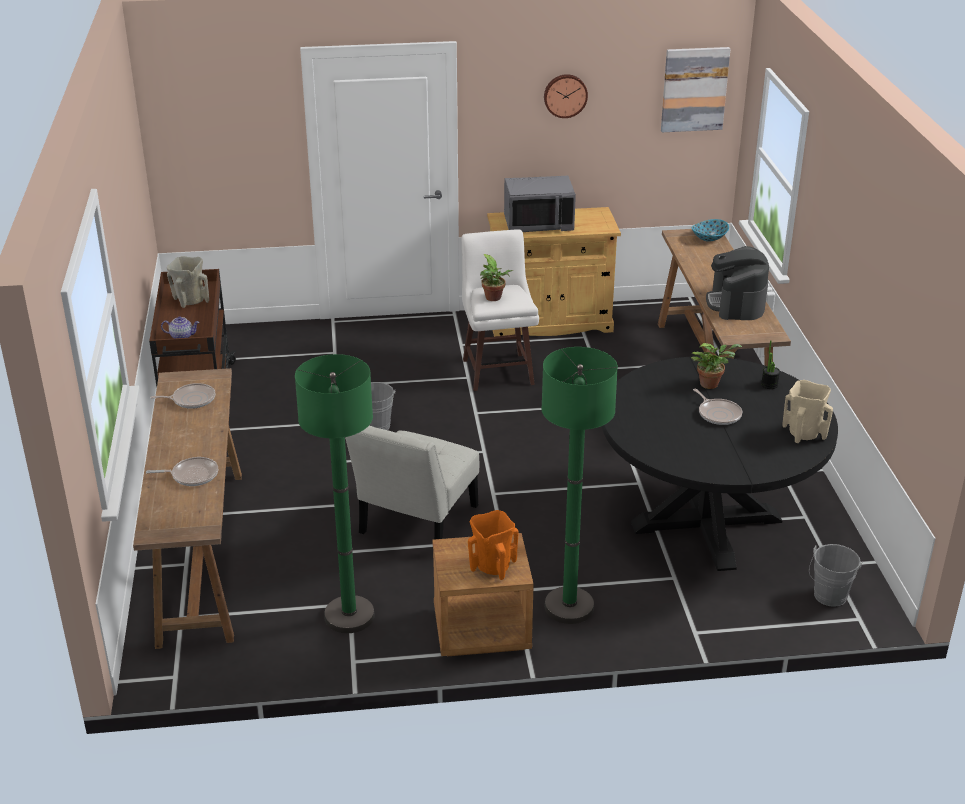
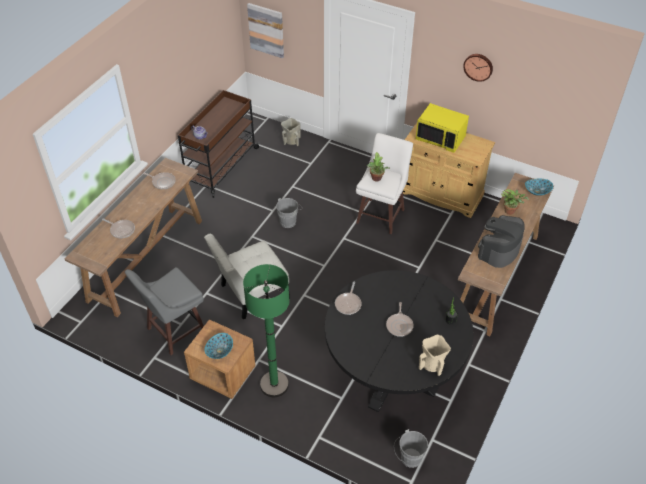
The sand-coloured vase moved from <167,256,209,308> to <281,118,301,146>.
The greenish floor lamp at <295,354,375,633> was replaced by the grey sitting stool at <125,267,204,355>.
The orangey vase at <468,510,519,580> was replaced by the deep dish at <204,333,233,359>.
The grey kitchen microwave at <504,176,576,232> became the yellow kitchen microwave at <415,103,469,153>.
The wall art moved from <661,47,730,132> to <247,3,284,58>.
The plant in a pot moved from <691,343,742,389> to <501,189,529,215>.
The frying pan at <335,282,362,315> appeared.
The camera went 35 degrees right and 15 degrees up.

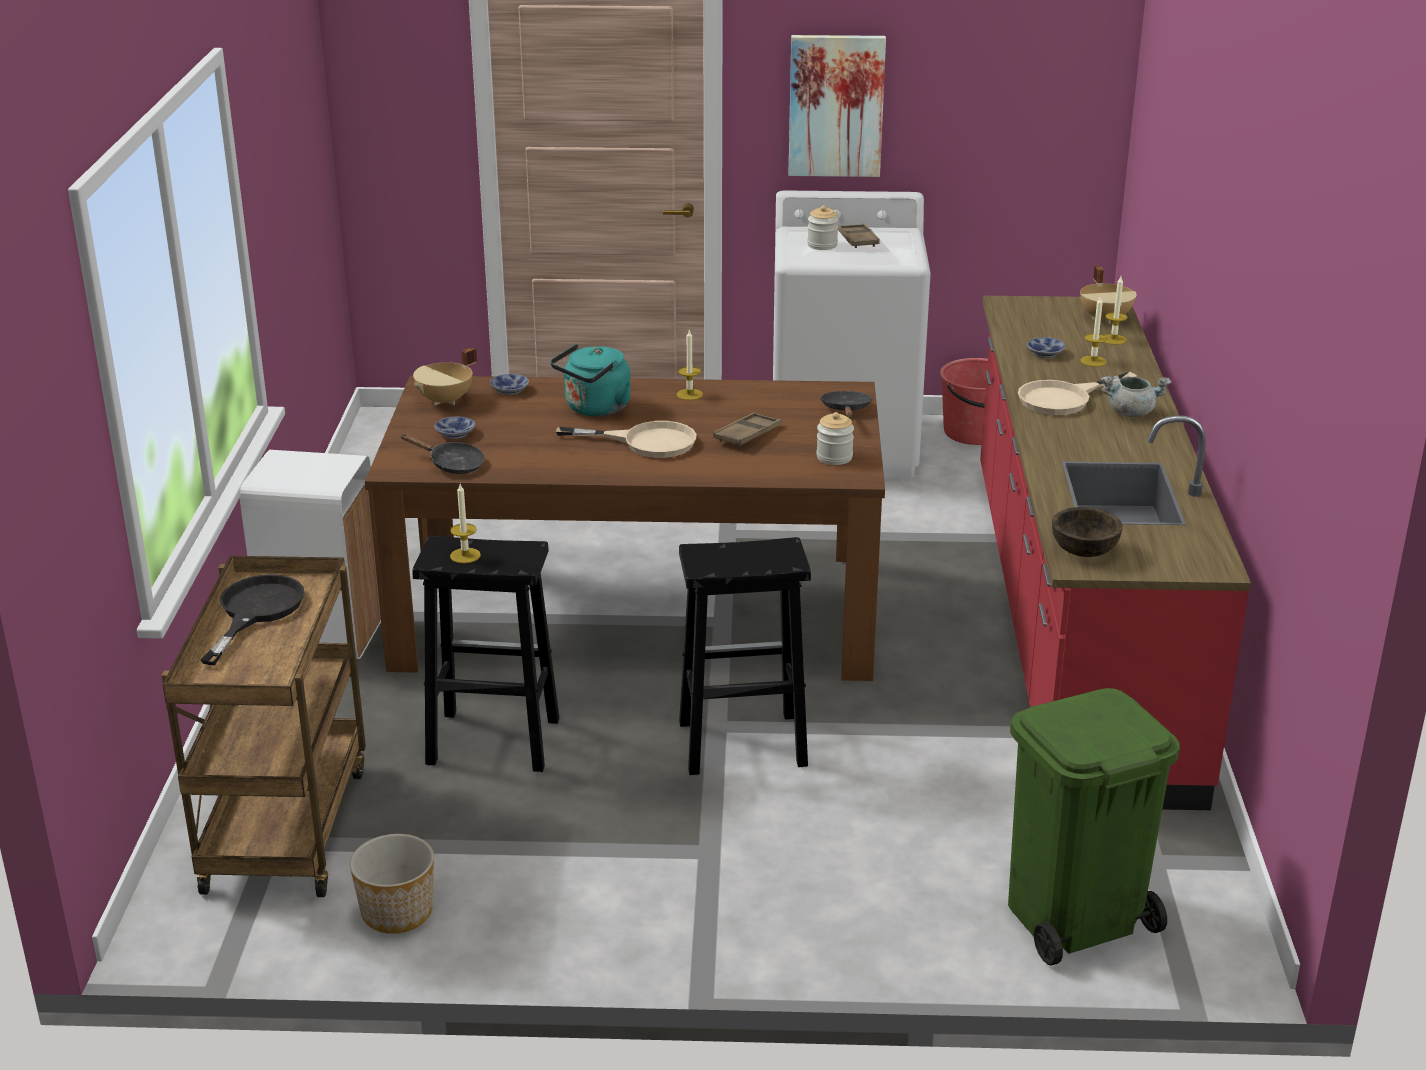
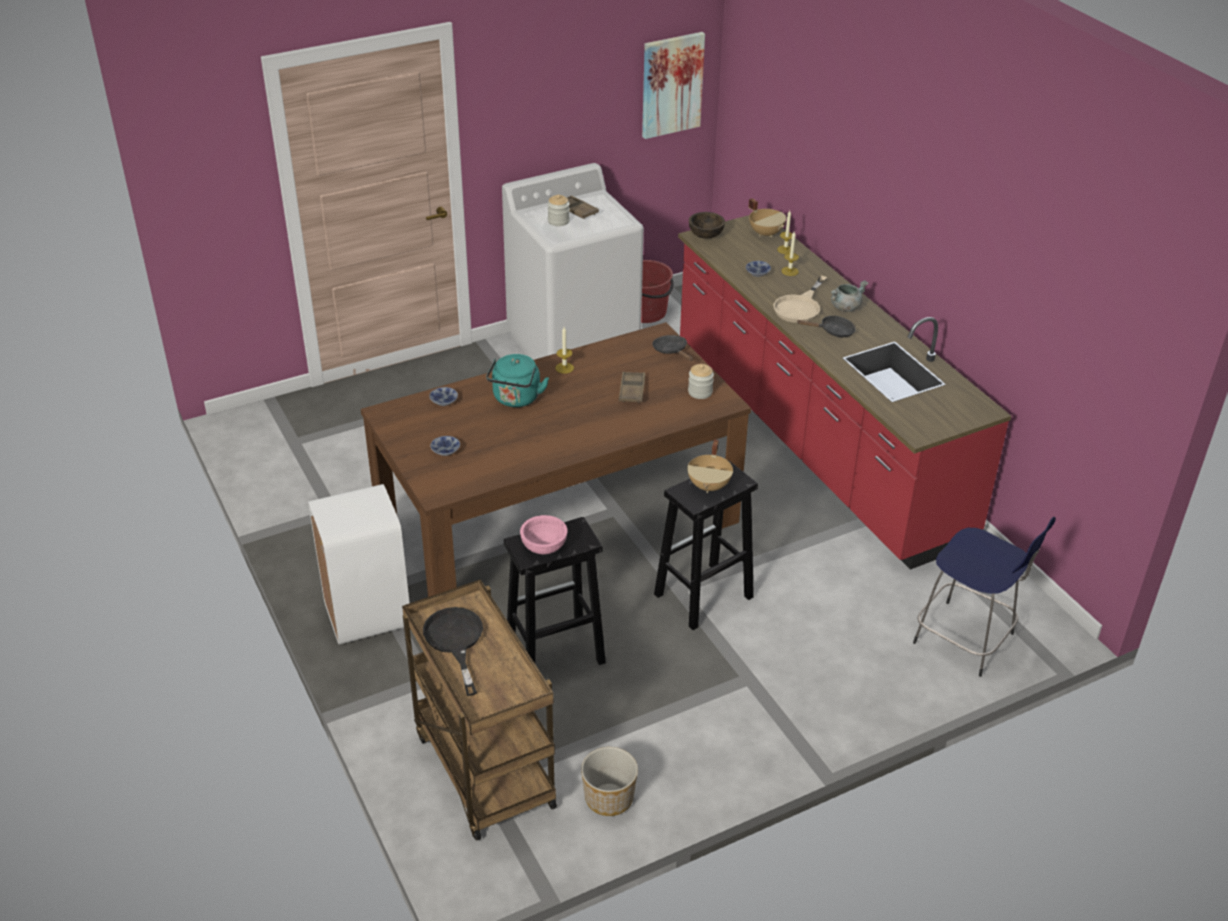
The black-coloured frying pan moved from <400,434,485,474> to <797,315,856,337>.
The sand-coloured saucepot moved from <413,347,477,405> to <687,439,733,493>.
The wax light at <450,484,481,563> was replaced by the pink-coloured deep dish at <520,515,567,554>.
The sand-coloured frying pan at <556,421,696,458> disappeared.
The wall art moved from <789,35,886,177> to <642,32,705,139>.
The greenish trash can at <1008,688,1180,966> was replaced by the bluish sitting stool at <913,517,1056,677>.
The brown deep dish moved from <1052,507,1123,557> to <689,212,725,239>.
The camera went 30 degrees left and 10 degrees up.

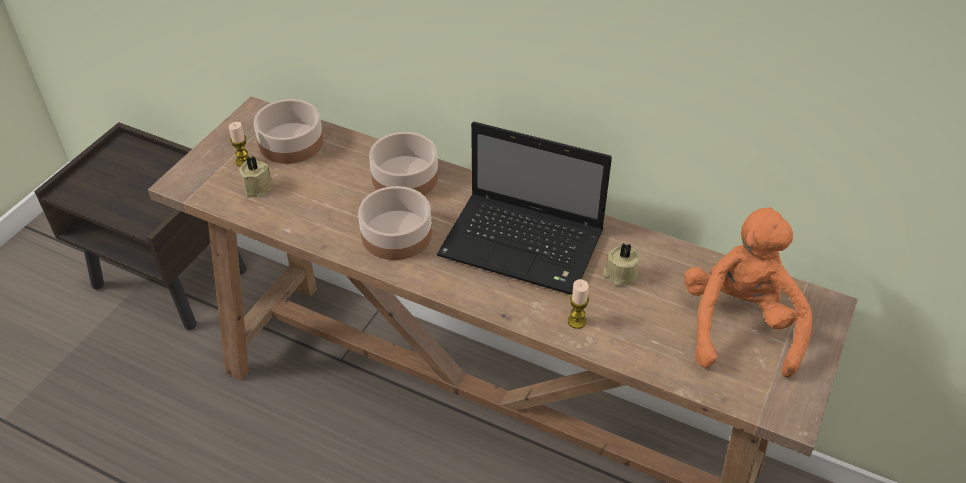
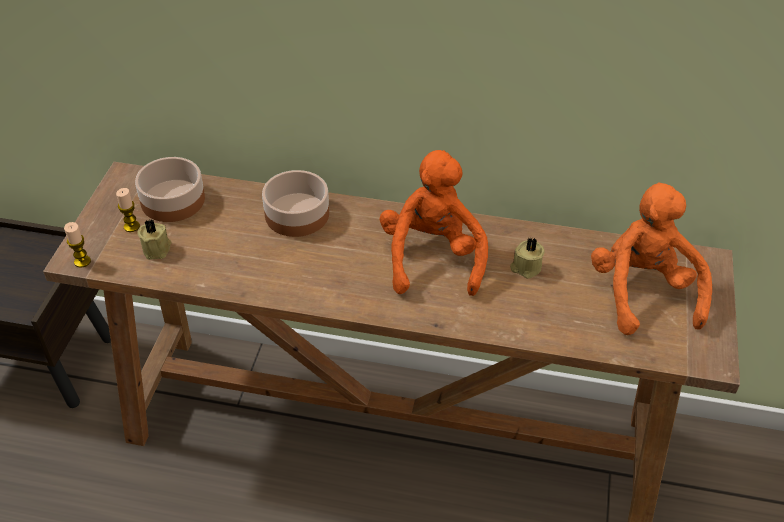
The deep dish at <358,186,432,260> disappeared.
The portable computer at <437,122,612,295> was replaced by the orangey plush toy at <380,150,488,296>.
The wax light moved from <568,279,589,329> to <64,222,91,268>.
The camera went 15 degrees left and 0 degrees up.

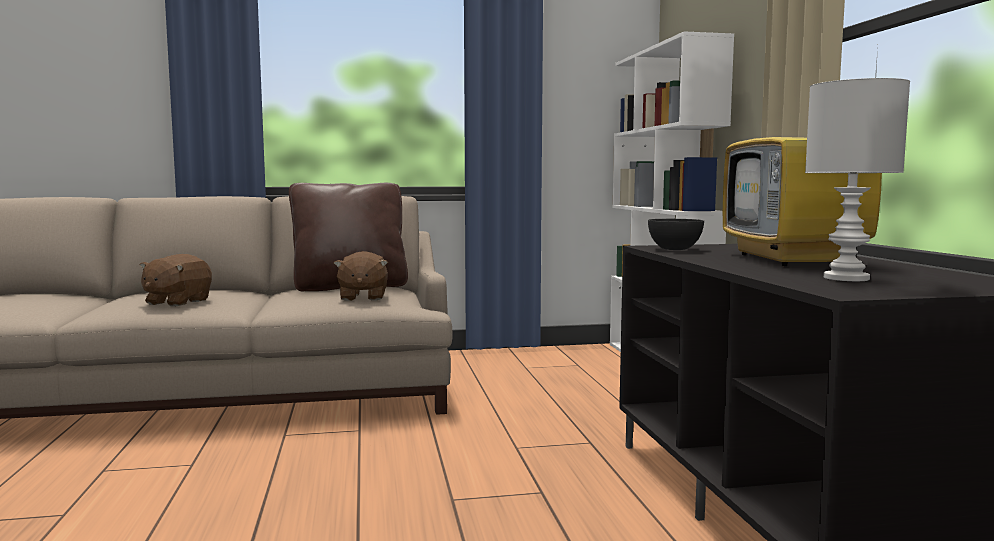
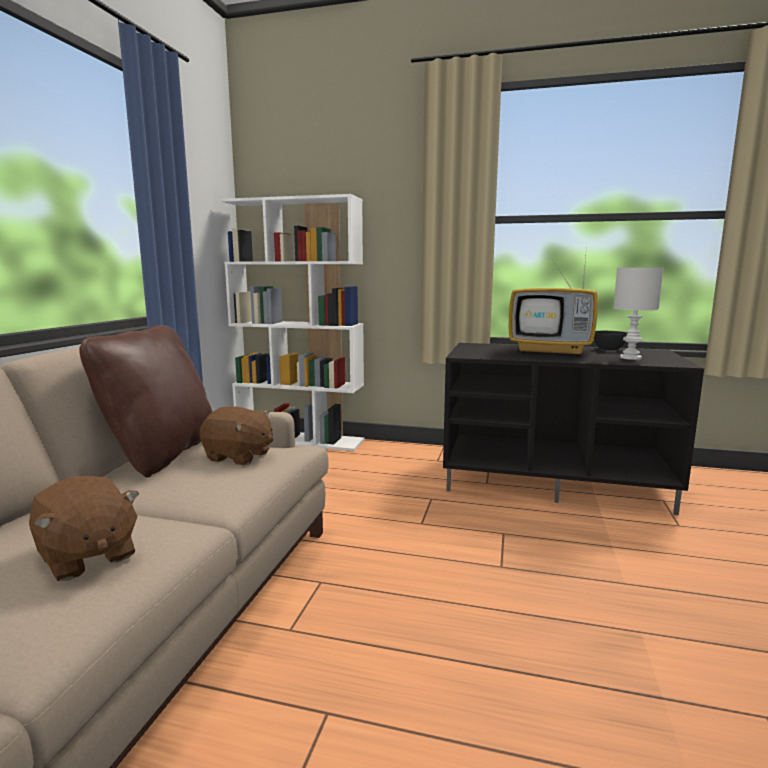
The grey deep dish moved from <648,219,704,250> to <594,331,627,351>.
The camera went 65 degrees left and 5 degrees up.

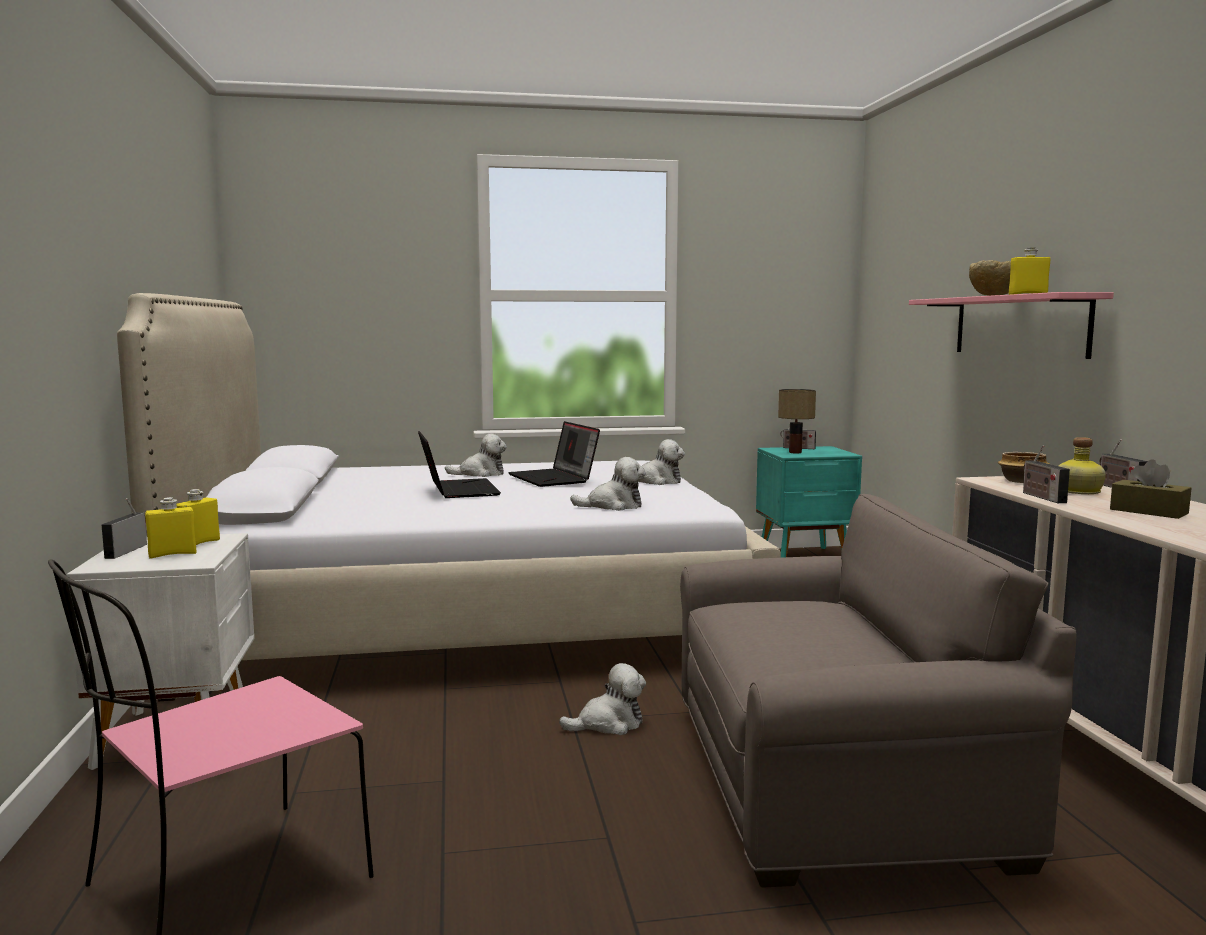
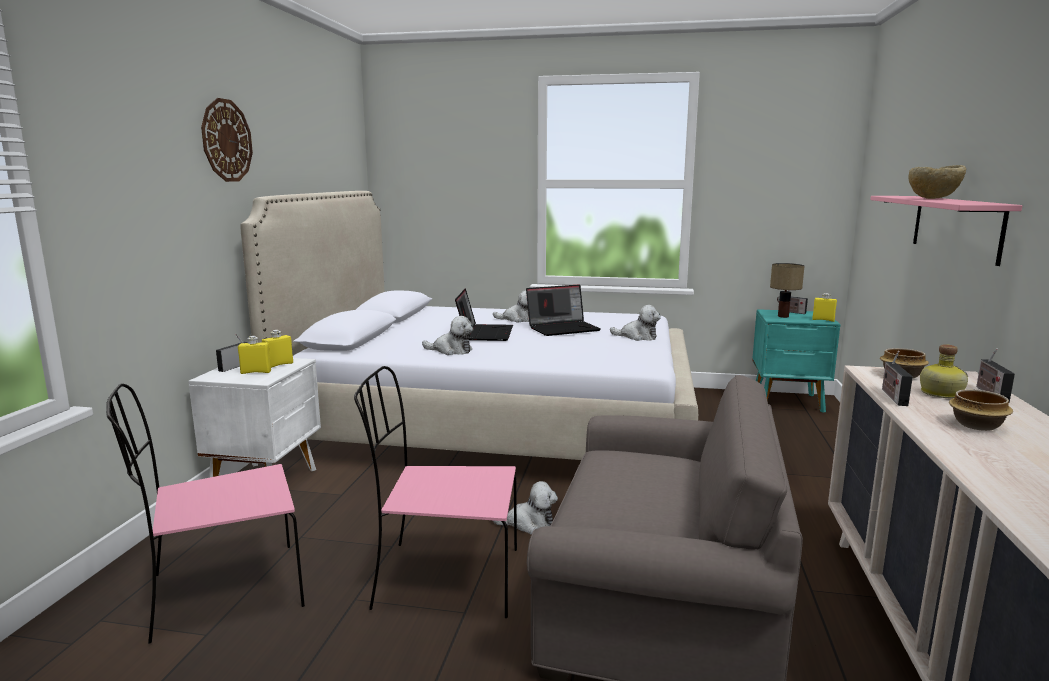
The portable computer at <508,421,600,487> turned 105 degrees counterclockwise.
The plush toy moved from <570,457,646,511> to <422,316,473,355>.
The yellow drink bottle moved from <1009,247,1050,295> to <812,293,837,322>.
The brown tissue box at <1110,459,1191,519> was replaced by the deep dish at <949,389,1013,431>.
The clock on the wall at <201,98,253,182> appeared.
The pink-coloured chair at <354,366,517,618> appeared.
The camera went 20 degrees right and 5 degrees up.

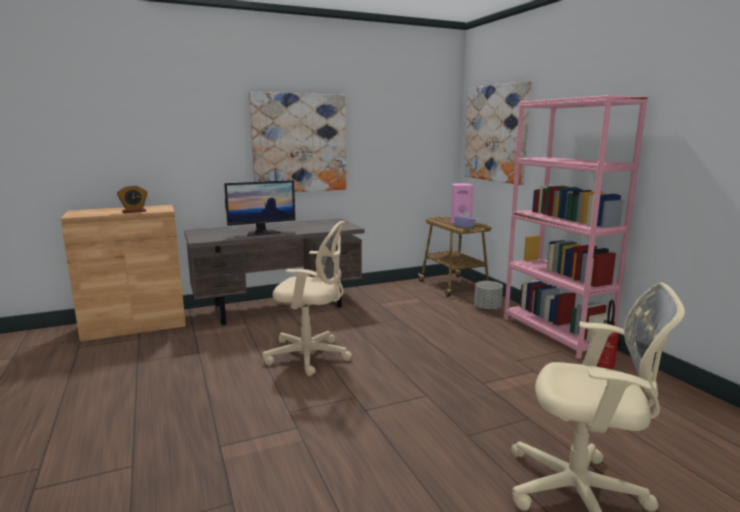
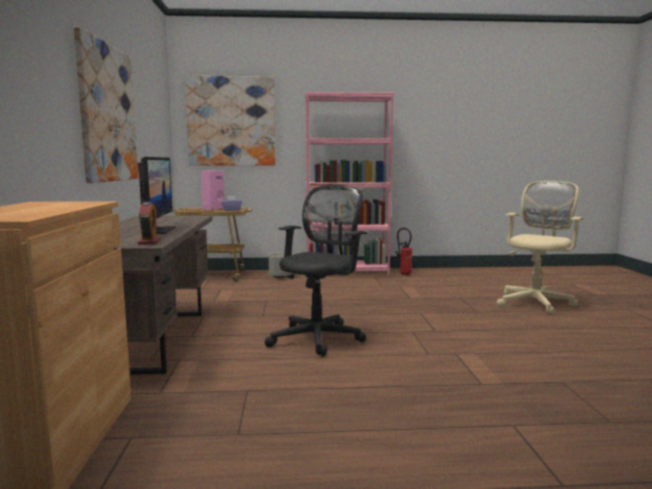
The bedside clock moved from <117,185,147,213> to <138,202,161,245>.
The sand-coloured office chair at <263,221,352,376> became the black-coloured office chair at <265,185,368,356>.
The camera went 70 degrees left and 5 degrees down.

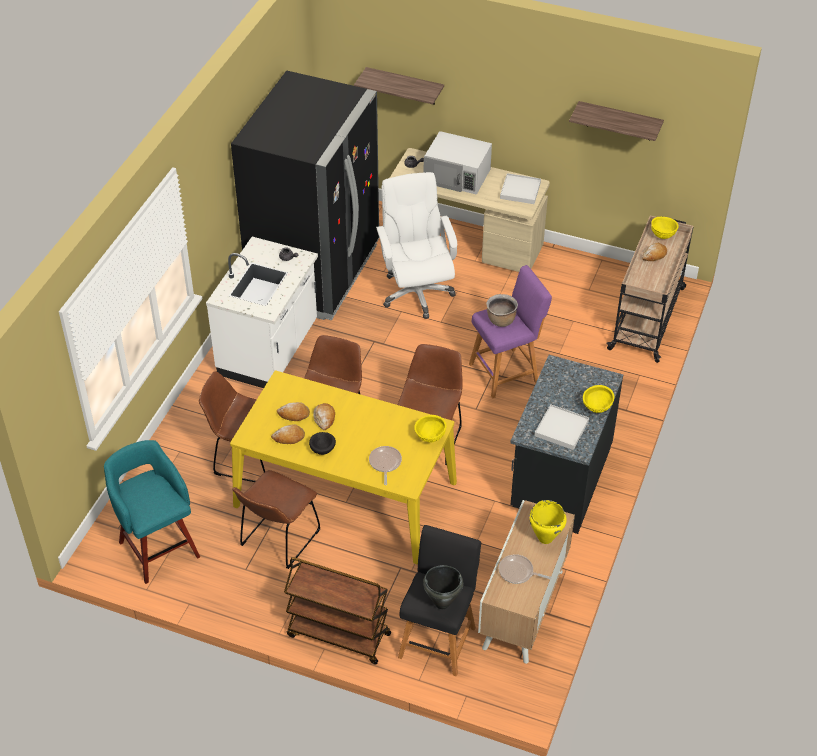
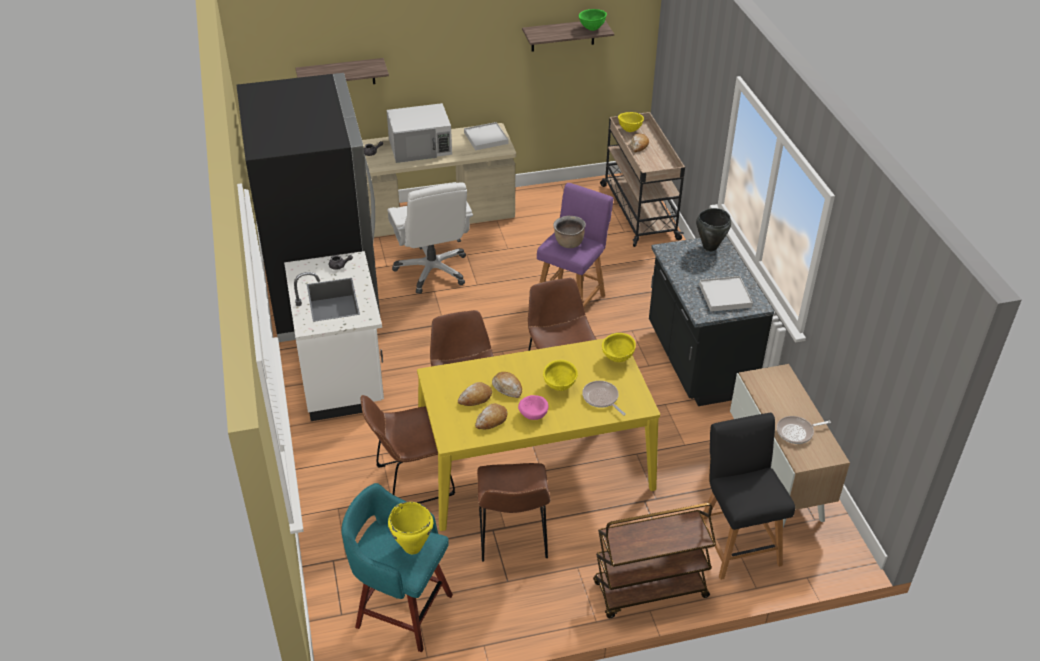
The black-coloured deep dish at <309,432,336,455> became the pink-coloured deep dish at <518,395,548,420>.
The white-coloured office chair at <376,172,457,319> turned 150 degrees counterclockwise.
The black-coloured saucepot moved from <423,565,463,609> to <696,208,731,251>.
The yellow saucepot moved from <529,500,567,544> to <388,502,433,554>.
The yellow deep dish moved from <583,385,614,413> to <543,360,578,391>.
The greenish deep dish at <579,9,607,31> appeared.
The camera went 35 degrees left and 5 degrees down.

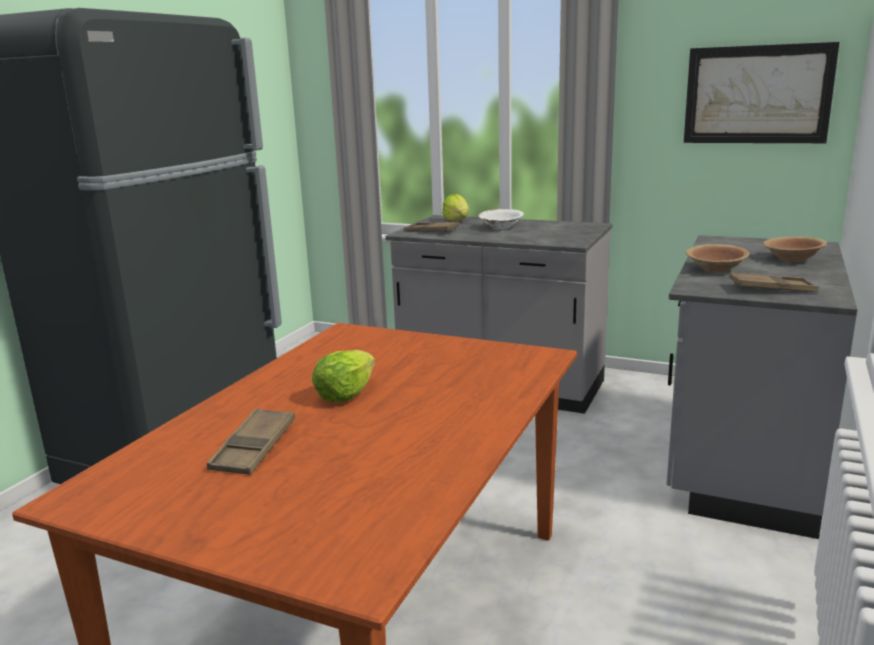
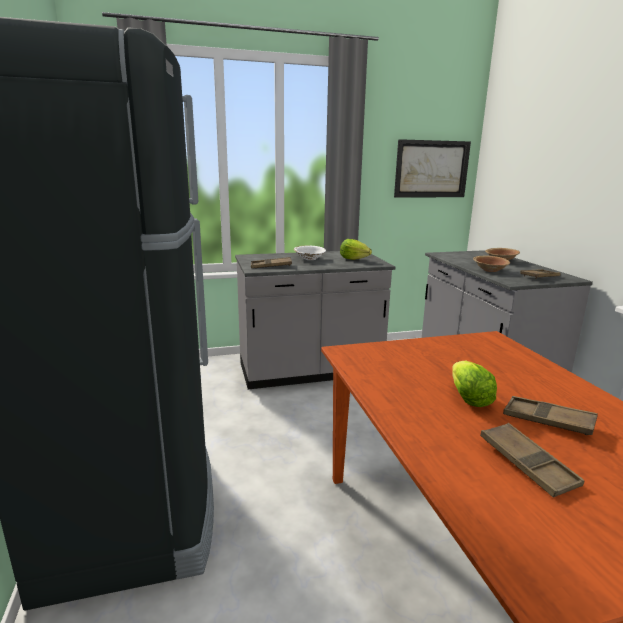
The lettuce head moved from <442,194,469,222> to <340,239,372,260>.
The brown serving tray at <503,396,598,435> appeared.
The camera went 40 degrees left and 0 degrees up.

